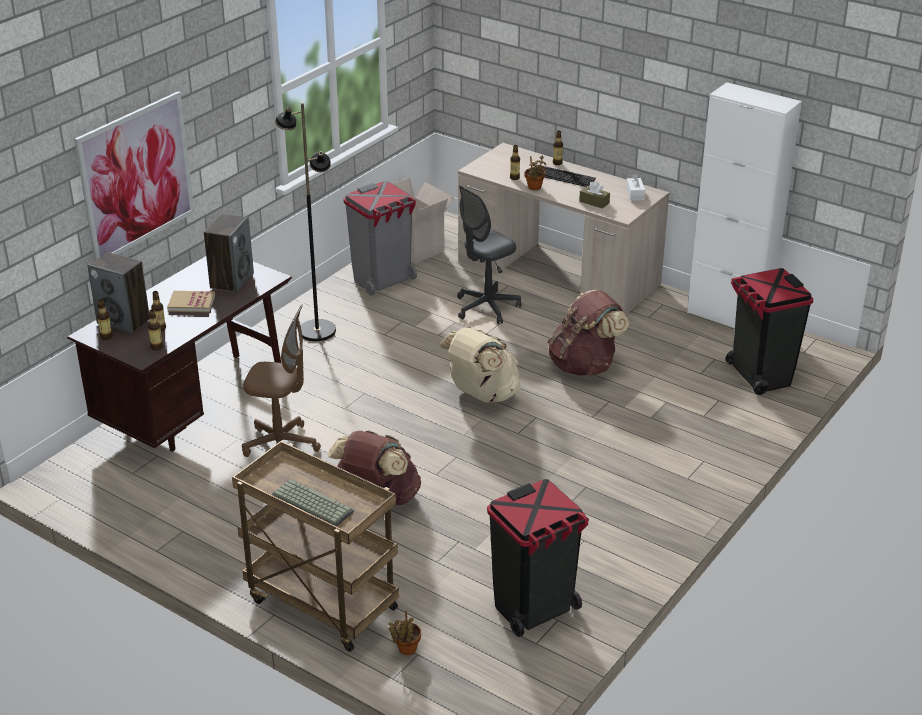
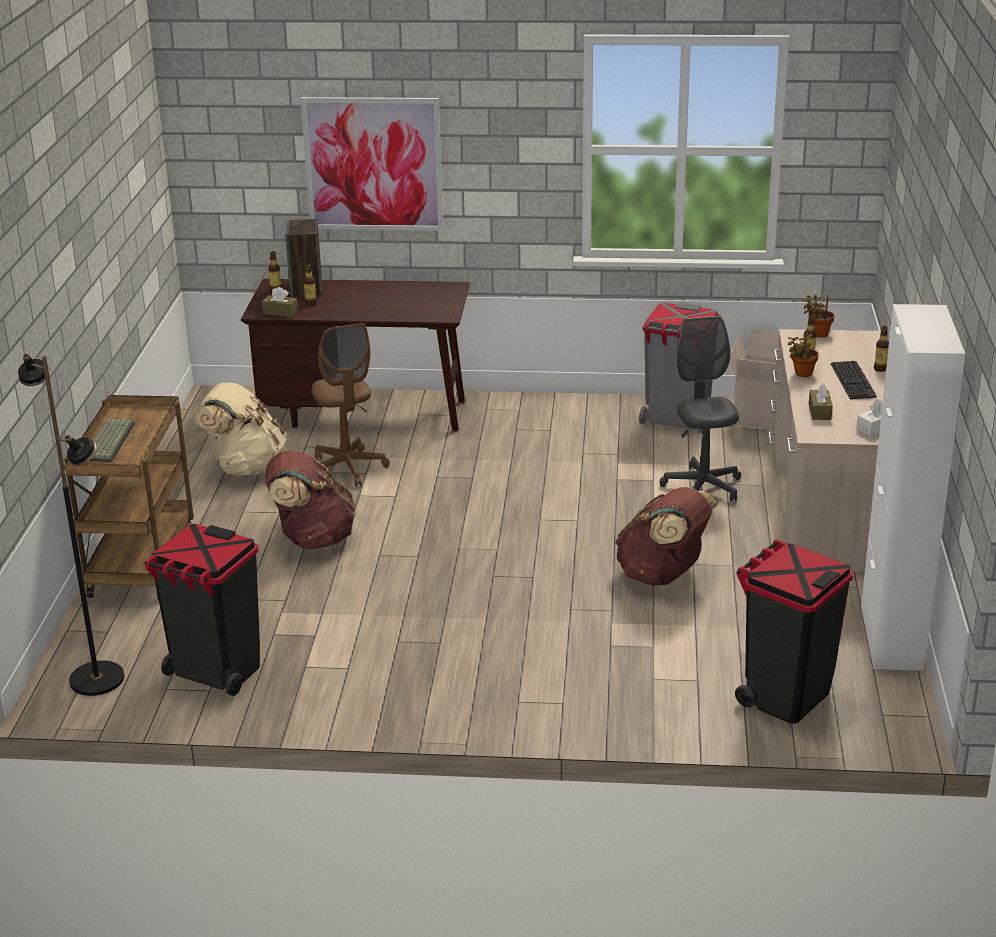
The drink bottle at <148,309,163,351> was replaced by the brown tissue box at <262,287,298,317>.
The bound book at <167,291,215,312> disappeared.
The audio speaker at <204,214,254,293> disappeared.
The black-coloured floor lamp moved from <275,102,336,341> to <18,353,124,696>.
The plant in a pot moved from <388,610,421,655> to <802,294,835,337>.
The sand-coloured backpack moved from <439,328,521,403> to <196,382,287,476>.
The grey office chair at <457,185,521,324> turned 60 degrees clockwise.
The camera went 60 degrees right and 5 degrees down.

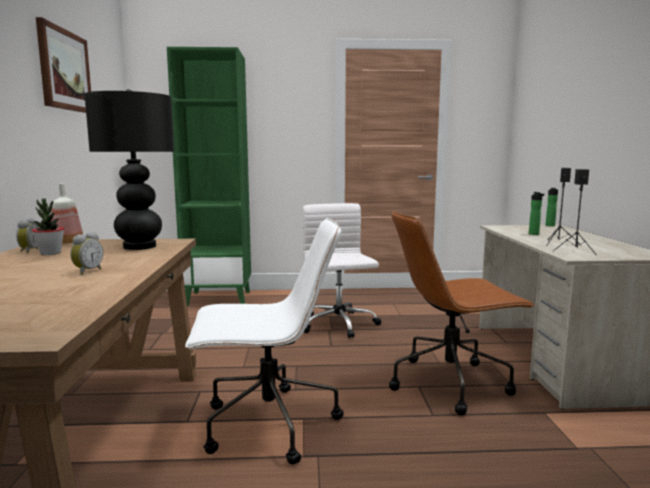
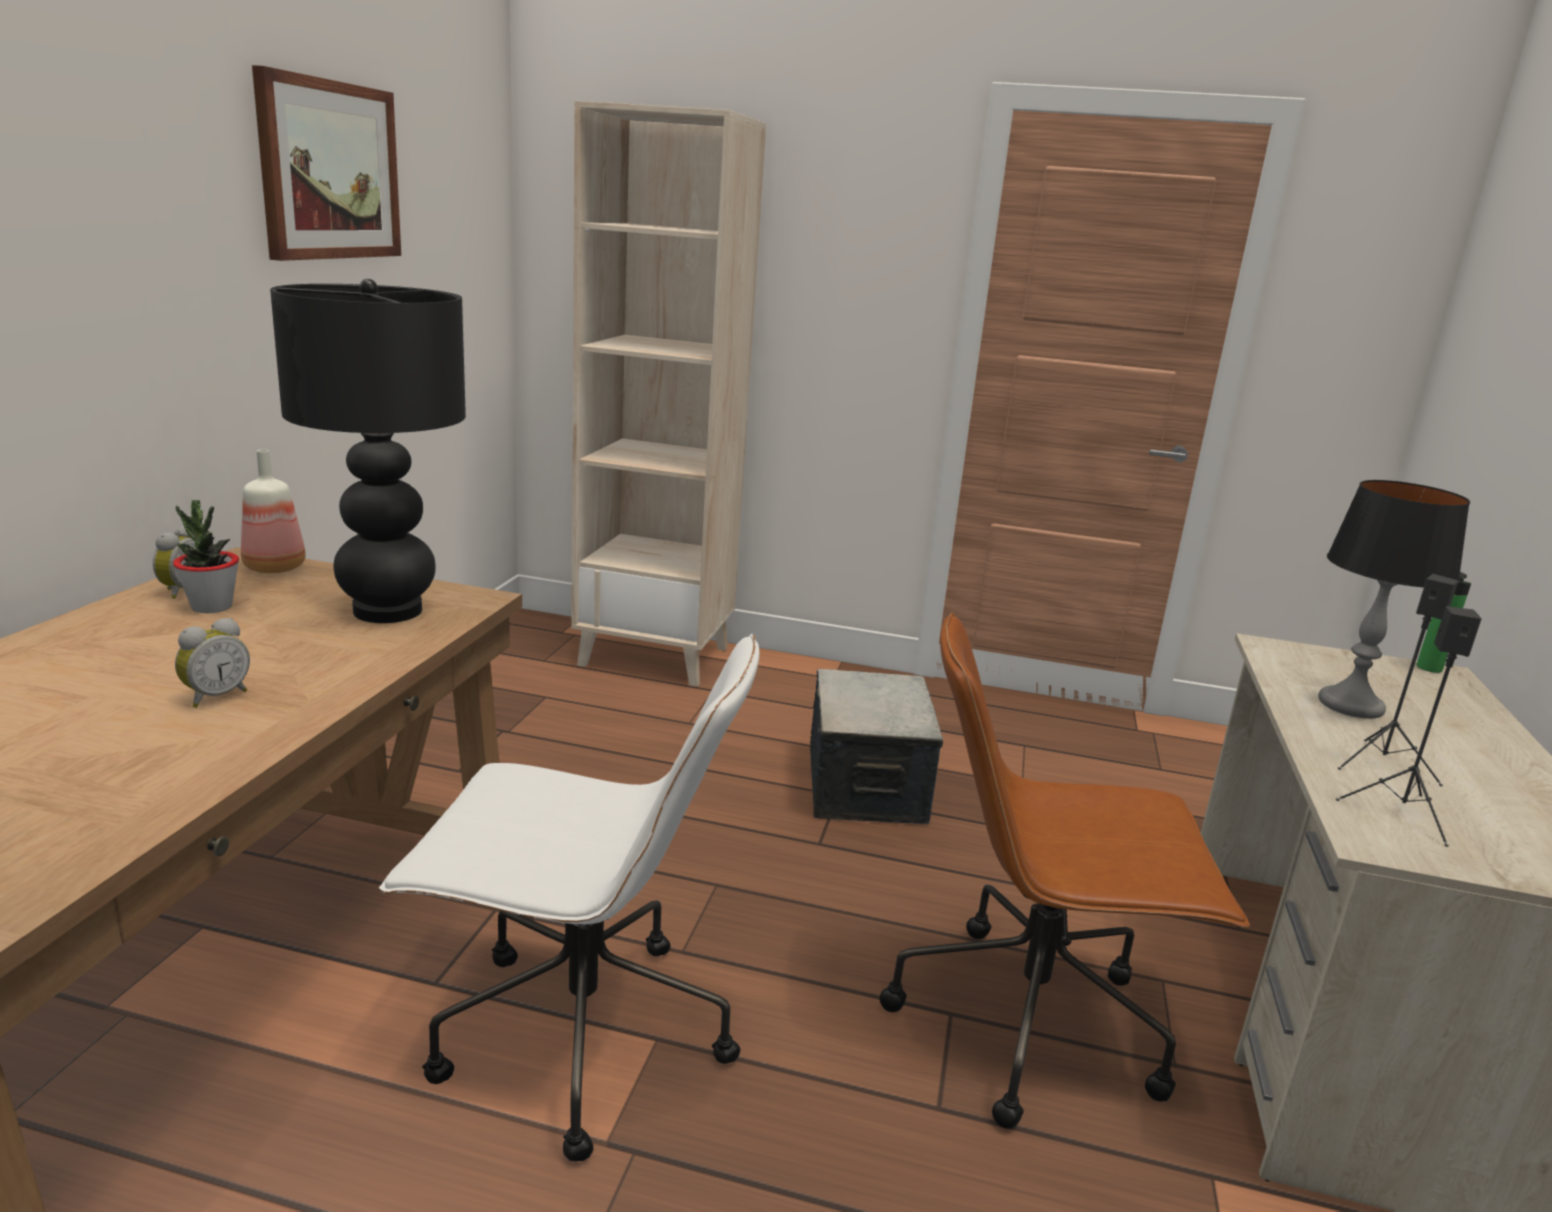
The greenish bookshelf at <167,47,251,307> became the sand-coloured bookshelf at <571,101,766,687>.
The white-coloured office chair at <303,203,382,338> was replaced by the storage bin at <810,669,943,824>.
The drink bottle at <529,192,544,235> was replaced by the table lamp at <1318,480,1470,719>.
The camera went 15 degrees right and 10 degrees up.

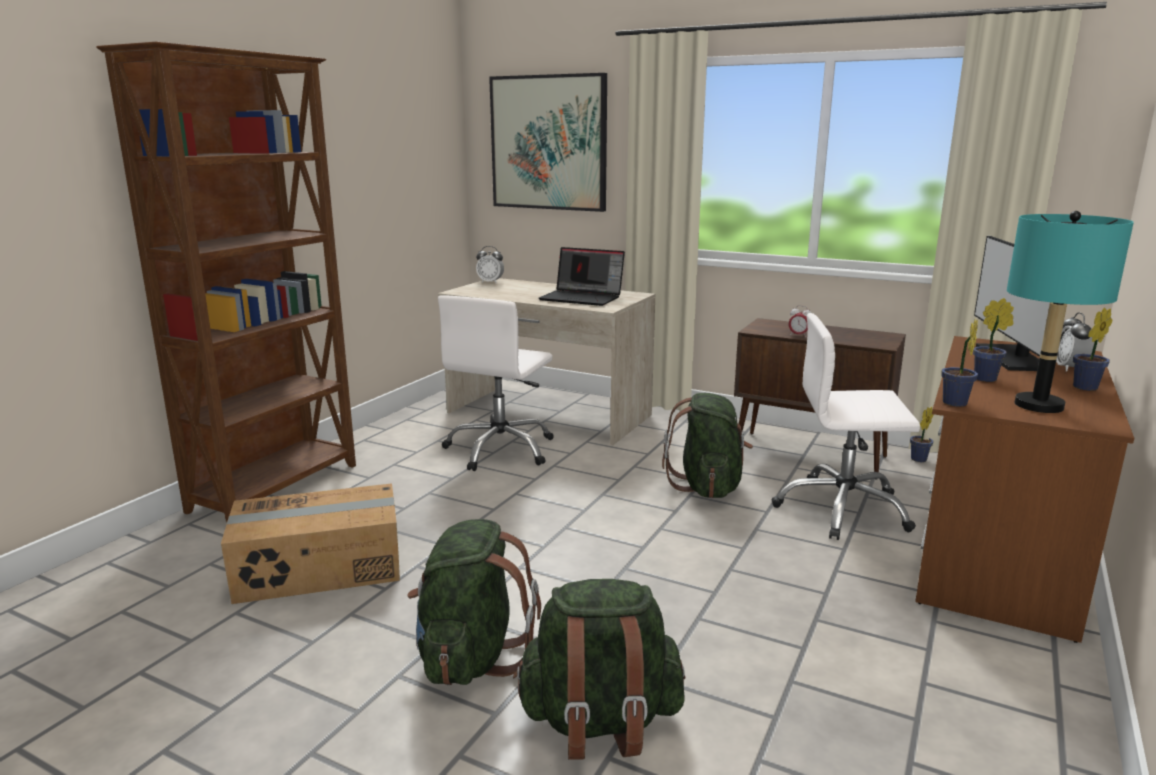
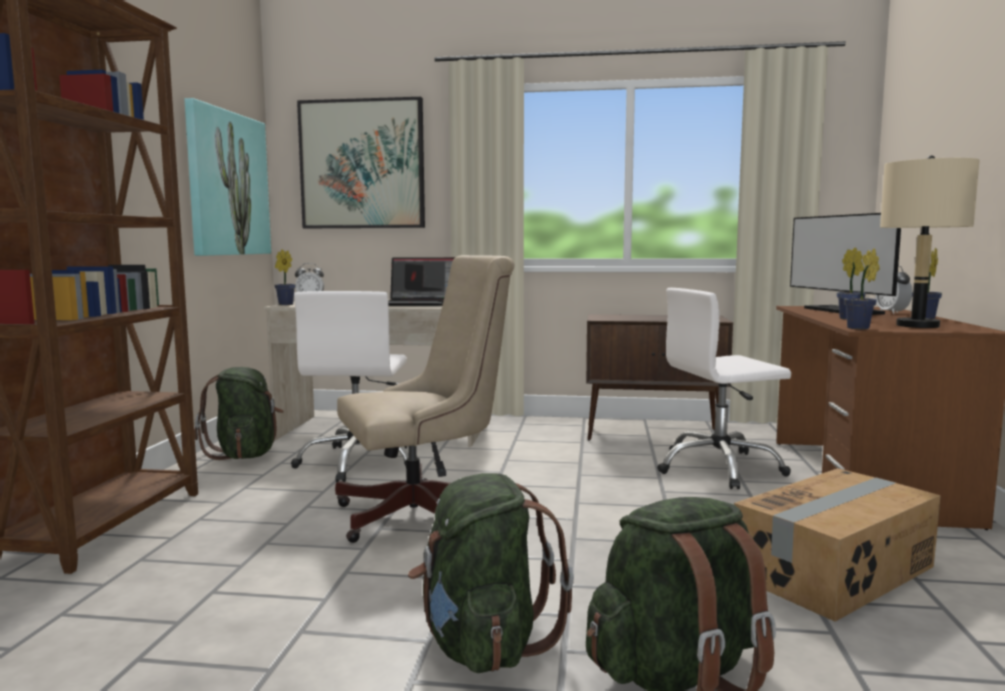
The cardboard box moved from <221,483,400,604> to <734,468,941,622>.
The greenish backpack moved from <662,393,753,498> to <194,367,284,460>.
The bedside clock at <789,305,811,338> disappeared.
The plant in a pot moved from <910,407,934,462> to <274,249,296,305>.
The turquoise-coloured table lamp at <1007,211,1134,413> became the sand-coloured table lamp at <880,156,980,328>.
The wall art at <184,98,271,256> appeared.
The sand-coloured office chair at <335,255,515,543> appeared.
The camera went 20 degrees left and 10 degrees down.

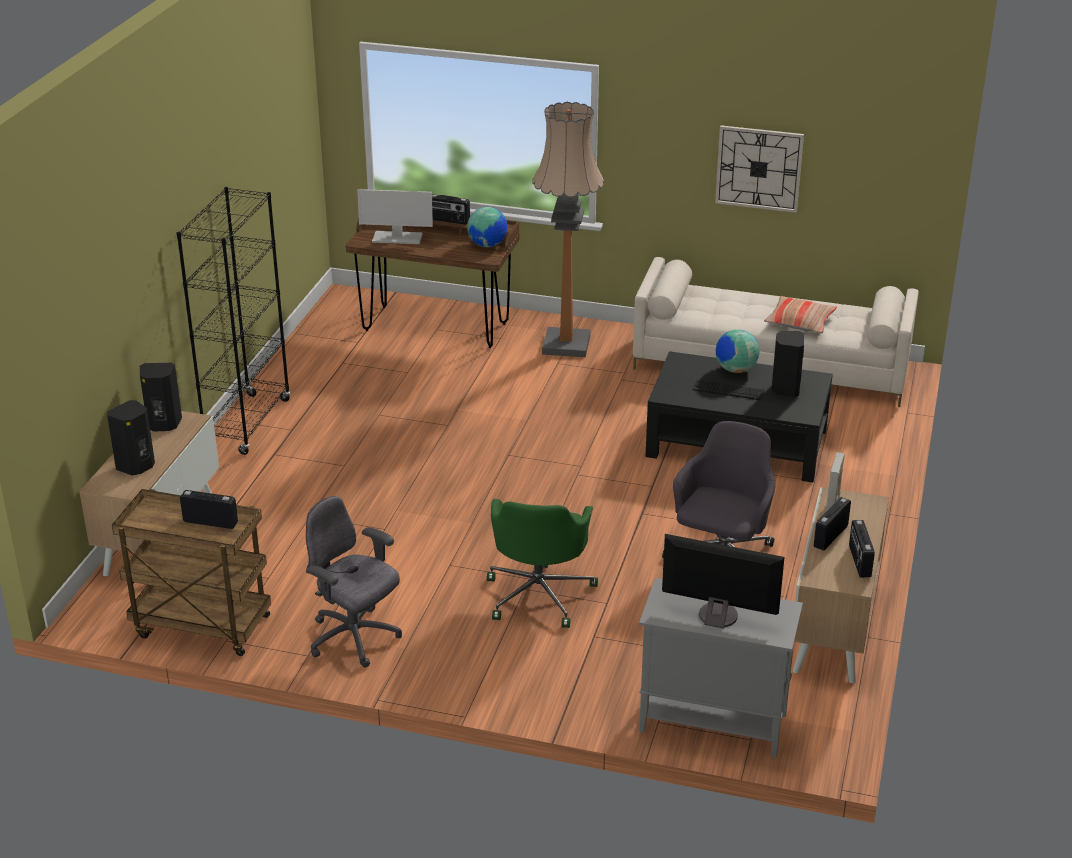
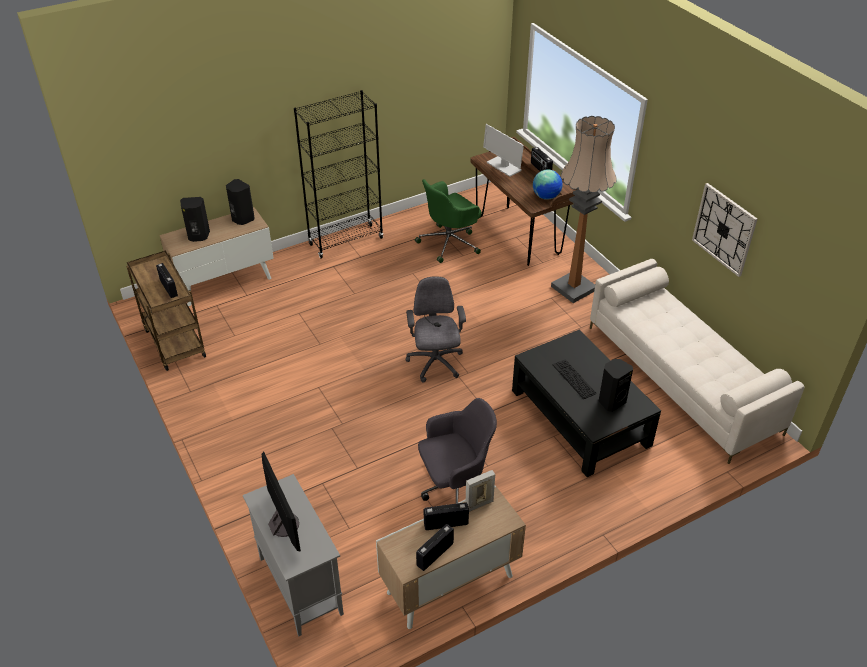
The grey office chair moved from <306,496,402,667> to <406,276,466,383>.
The greenish office chair moved from <487,499,598,628> to <415,179,482,263>.
The globe at <716,329,759,373> disappeared.
The cushion at <764,296,837,333> disappeared.
The camera went 45 degrees right and 10 degrees up.

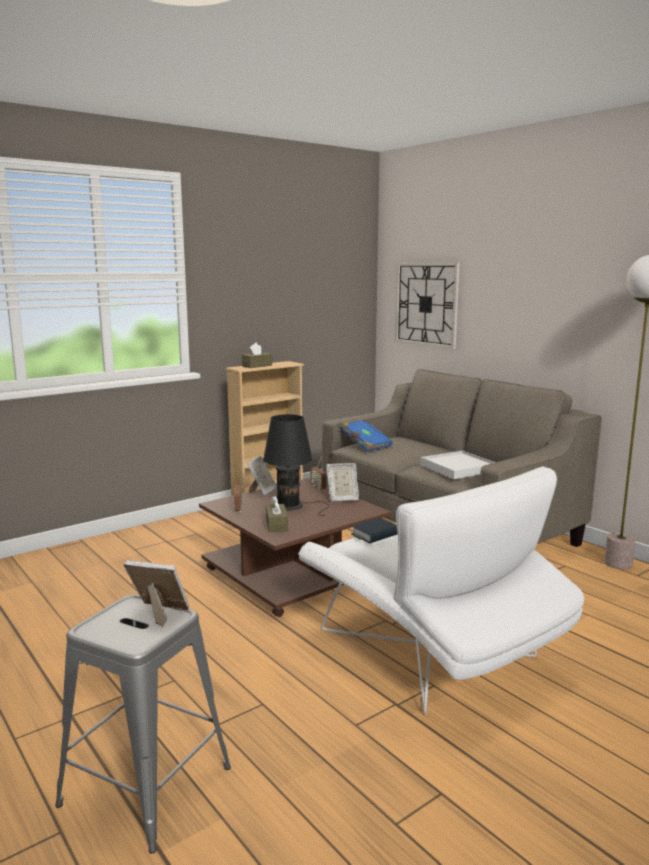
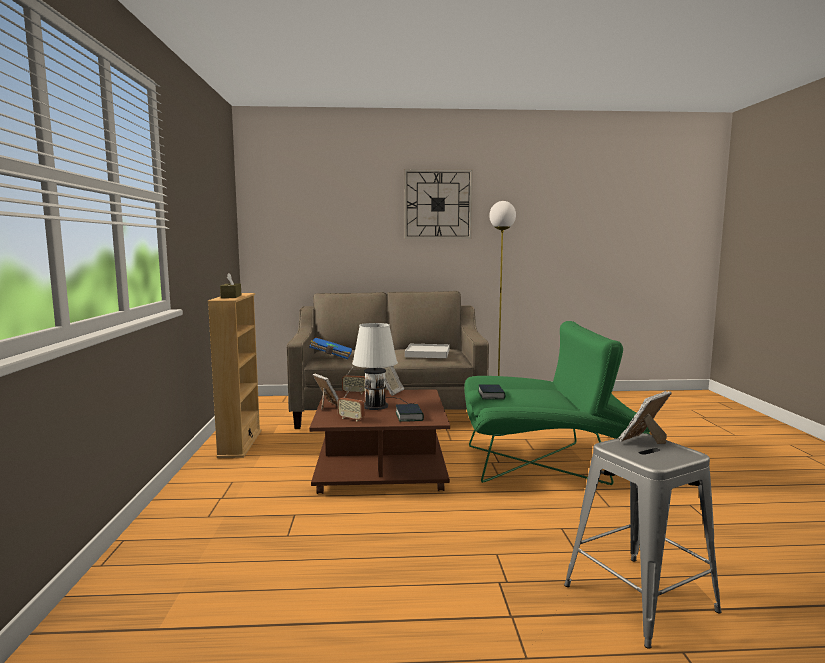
The black-coloured table lamp at <263,414,329,516> became the white-coloured table lamp at <352,323,416,410>.
The brown tissue box at <266,496,288,532> was replaced by the bound book at <396,404,424,422>.
The white-coloured lounge chair at <298,466,584,714> became the greenish lounge chair at <464,321,650,485>.
The clock on the wall moved from <395,263,460,349> to <404,169,473,239>.
The camera went 55 degrees left and 5 degrees down.

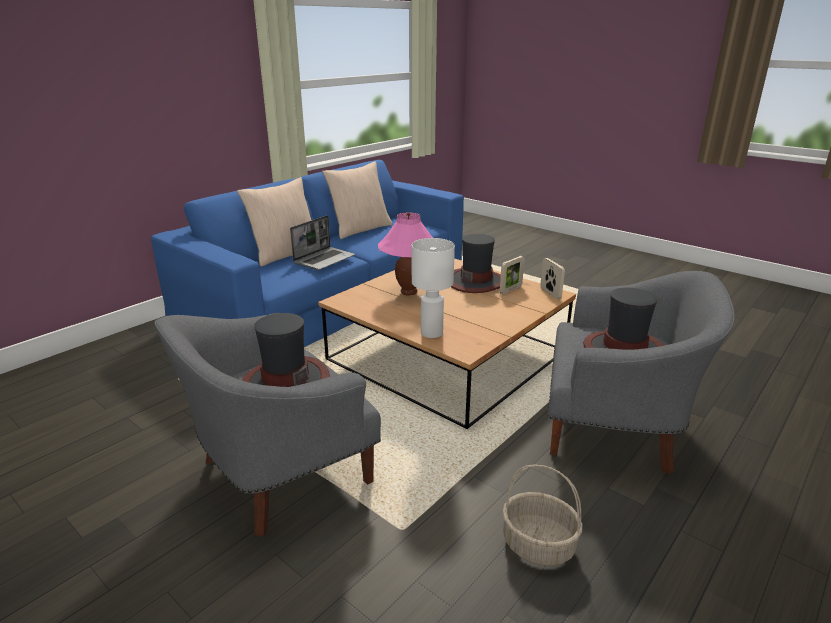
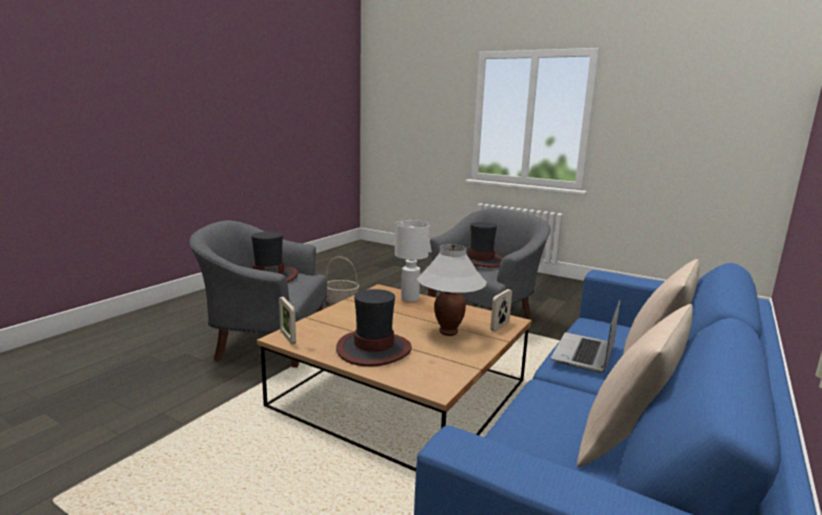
The pink-coloured table lamp at <378,212,433,296> became the white-coloured table lamp at <417,244,487,336>.
The standing frame moved from <500,256,524,294> to <490,289,512,331>.
The camera went 170 degrees right and 10 degrees down.

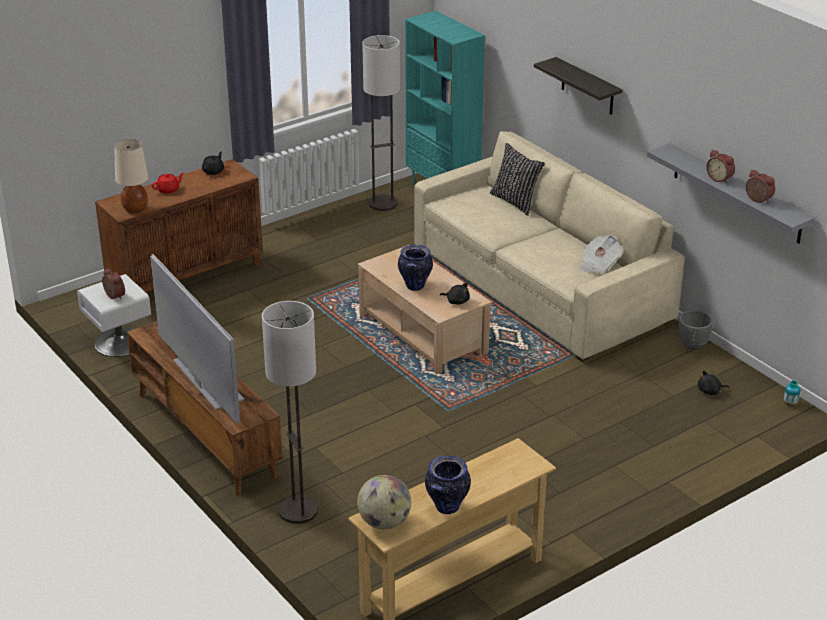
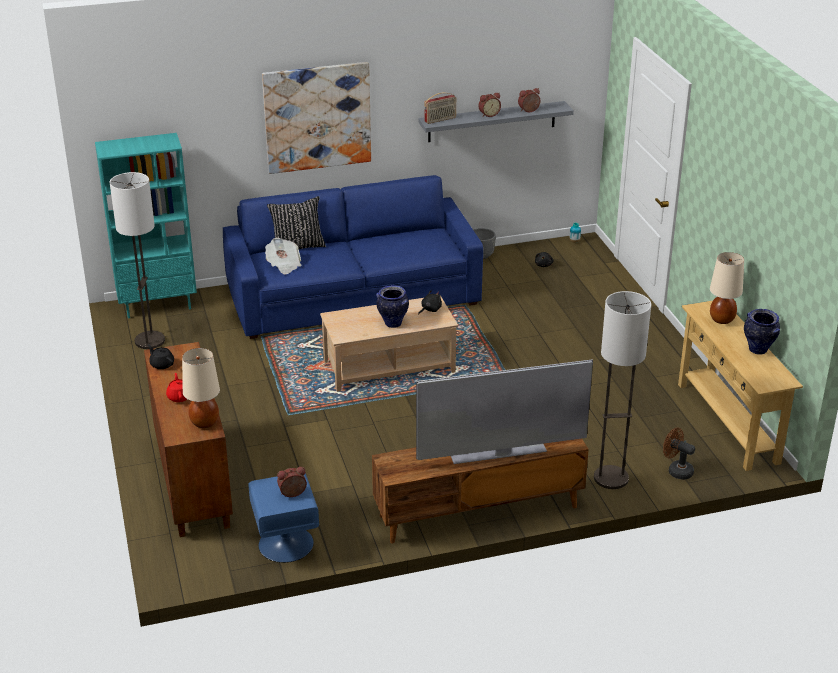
The white-coloured nightstand at <77,274,151,357> became the bluish nightstand at <248,473,319,563>.
The globe at <357,475,411,529> disappeared.
The sand-coloured settee at <414,131,685,362> became the bluish settee at <223,175,483,339>.
The shelf at <534,57,622,115> was replaced by the wall art at <262,62,371,174>.
The newspaper moved from <579,235,623,274> to <265,238,301,275>.
The radio at <424,92,456,124> appeared.
The brown cooling fan at <663,428,695,480> appeared.
The sand-coloured table lamp at <710,252,744,324> appeared.
The camera went 70 degrees left and 0 degrees up.

